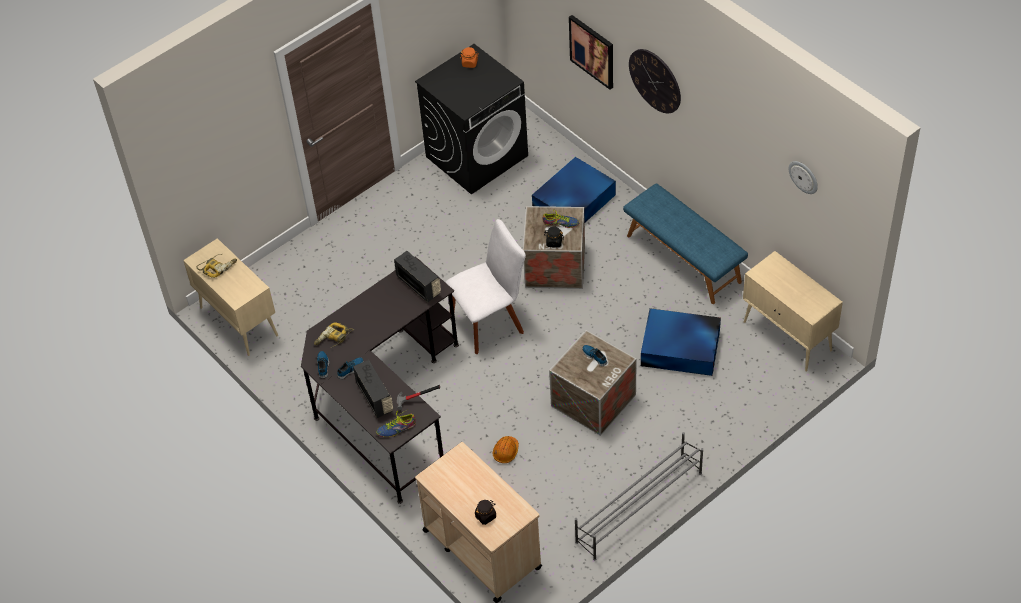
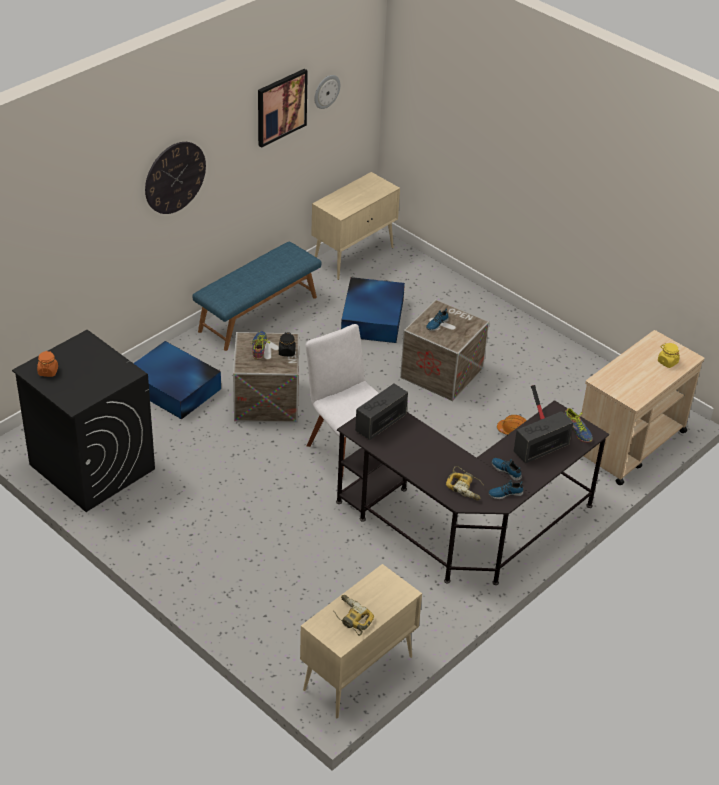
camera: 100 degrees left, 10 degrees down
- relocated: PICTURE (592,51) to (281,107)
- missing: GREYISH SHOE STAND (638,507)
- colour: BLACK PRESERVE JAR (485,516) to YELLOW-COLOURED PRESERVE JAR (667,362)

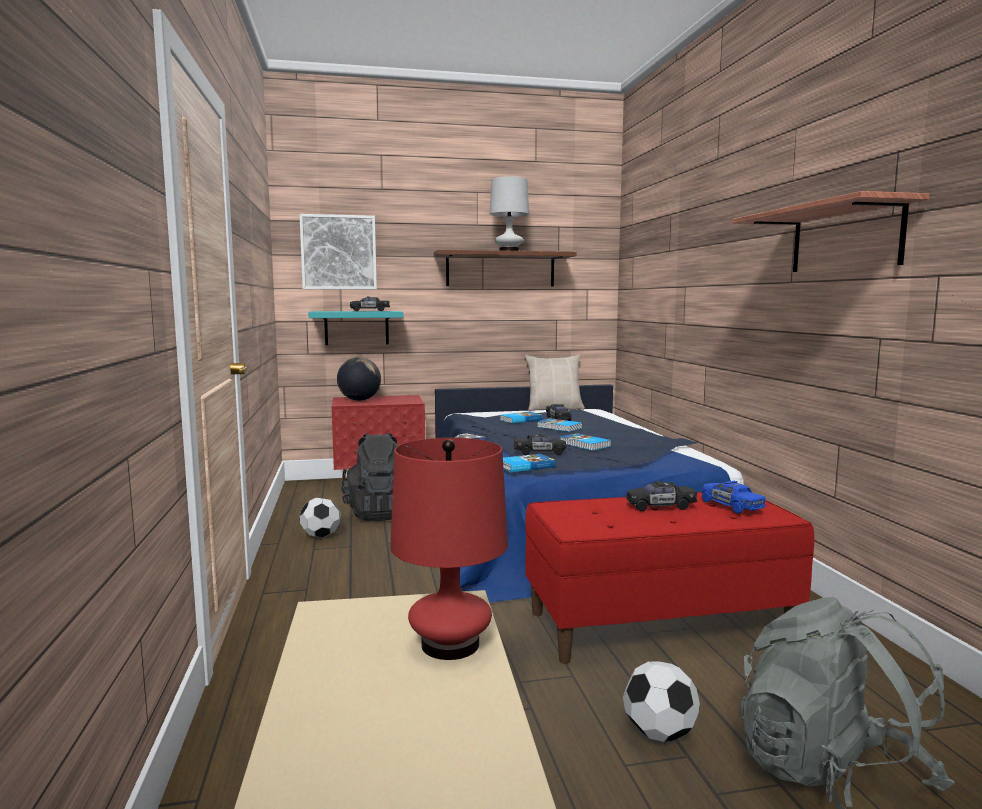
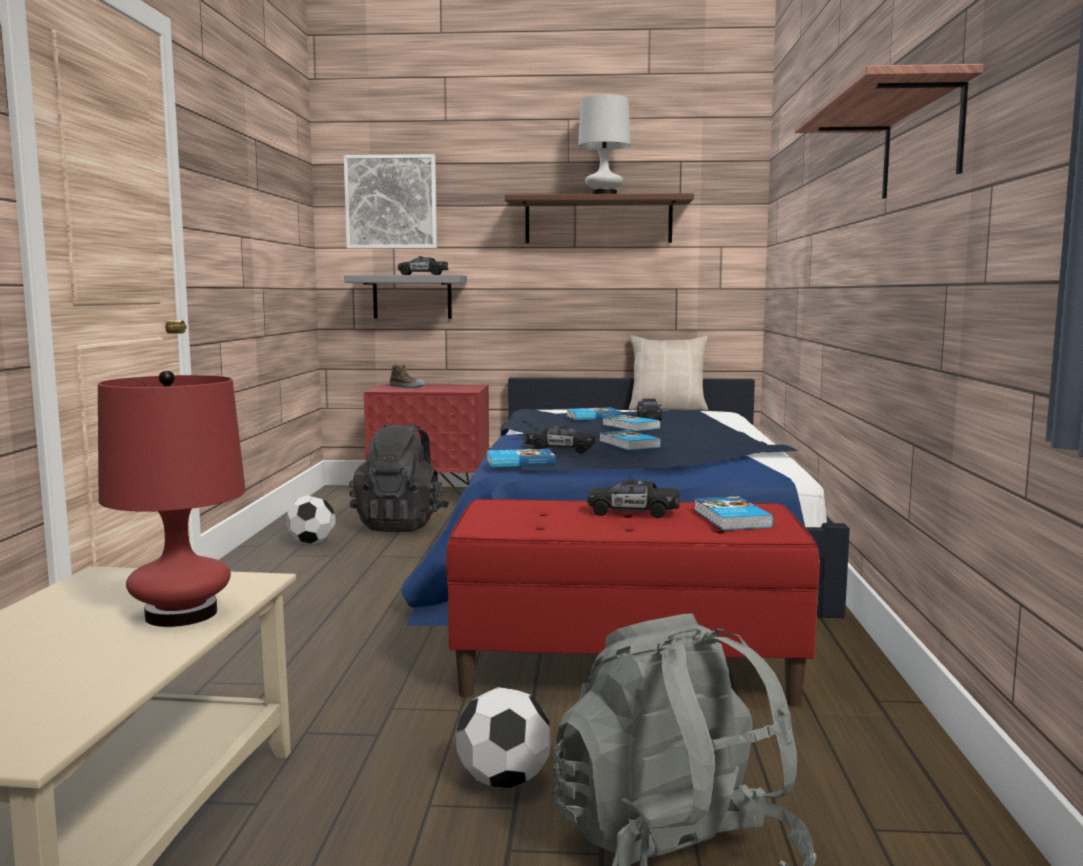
camera: 15 degrees right, 0 degrees up
- colour: TURQUOISE WALL SHELF (356,328) to GREYISH WALL SHELF (412,297)
- exchanged: WORLD GLOBE (359,400) to LOW SHOE (407,387)
- exchanged: BLUE-COLOURED MINIATURE CAR (731,506) to BOOK (730,518)

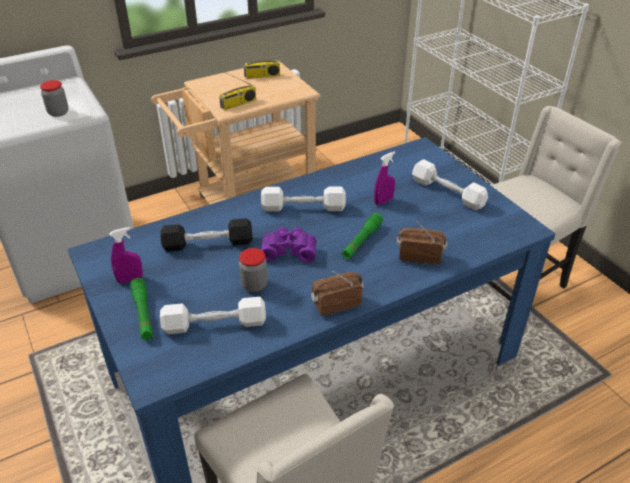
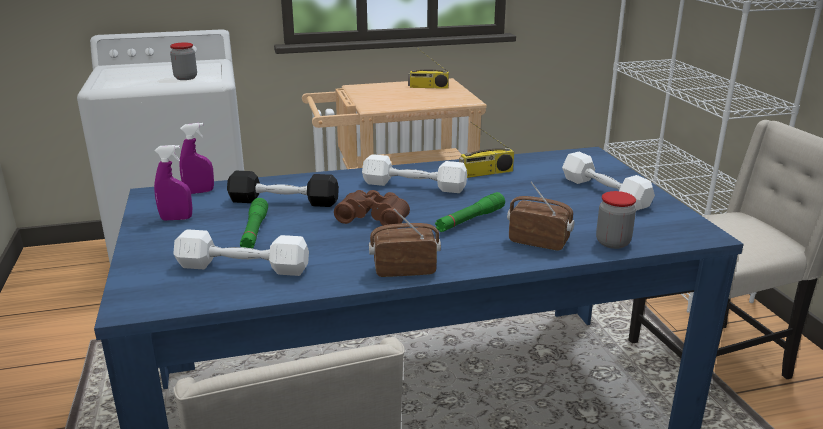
camera: 15 degrees right, 15 degrees down
- relocated: RADIO (238,104) to (485,173)
- relocated: PURPLE SPRAYER (383,201) to (199,192)
- colour: PURPLE BINOCULARS (289,250) to BROWN BINOCULARS (374,217)
- relocated: PRESERVE JAR (254,285) to (612,243)
- relocated: GREEN HAND TORCH (143,314) to (254,232)

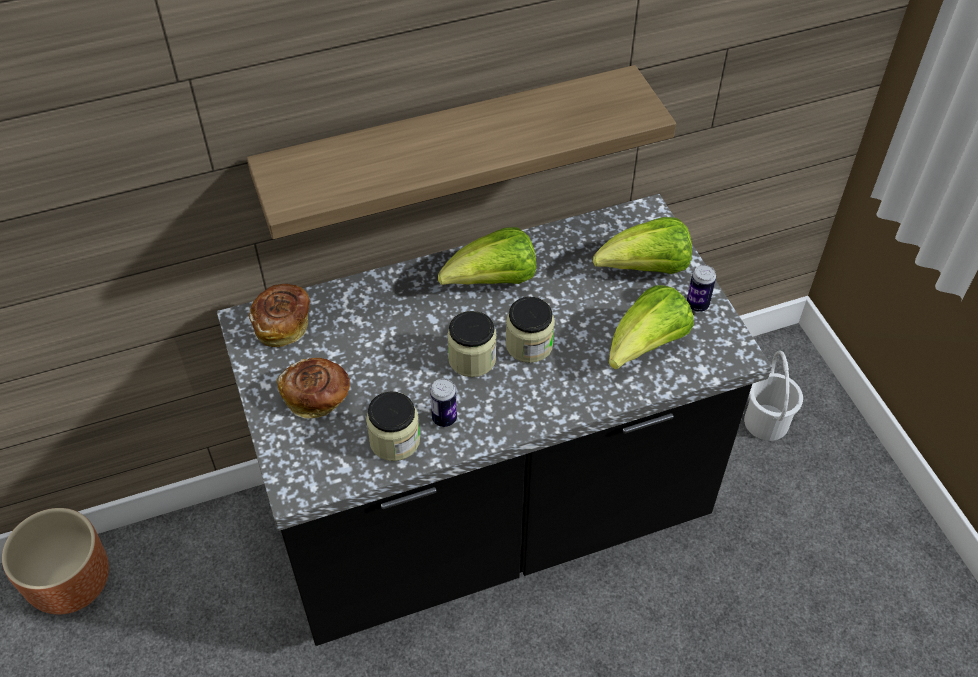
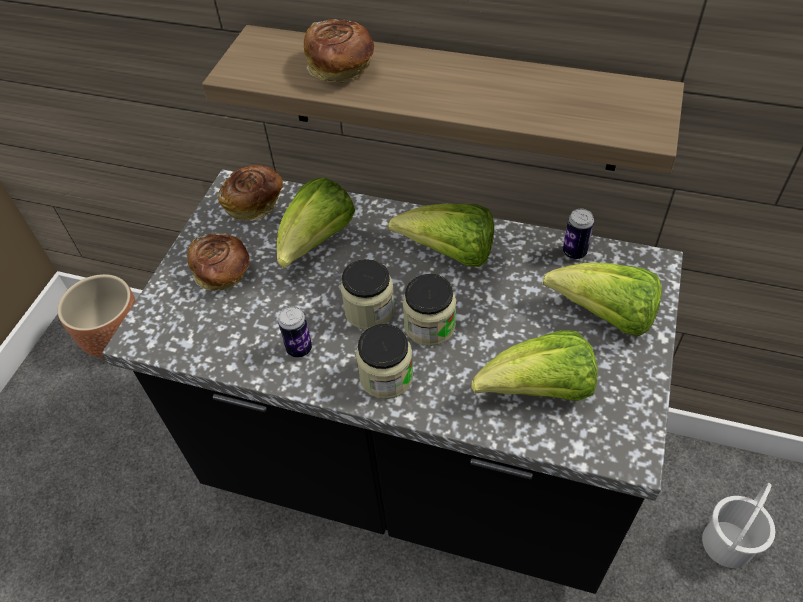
camera: 40 degrees right, 0 degrees up
- relocated: METAL CAN (697,305) to (574,252)
- relocated: PRESERVE JAR (394,440) to (386,377)
- appeared: BAKED BREAD (341,68)
- appeared: LETTUCE (317,242)

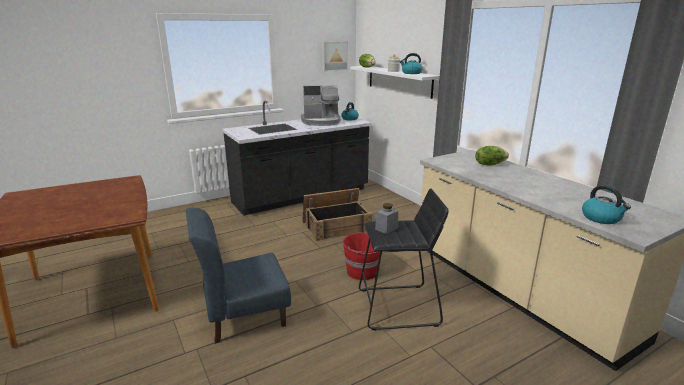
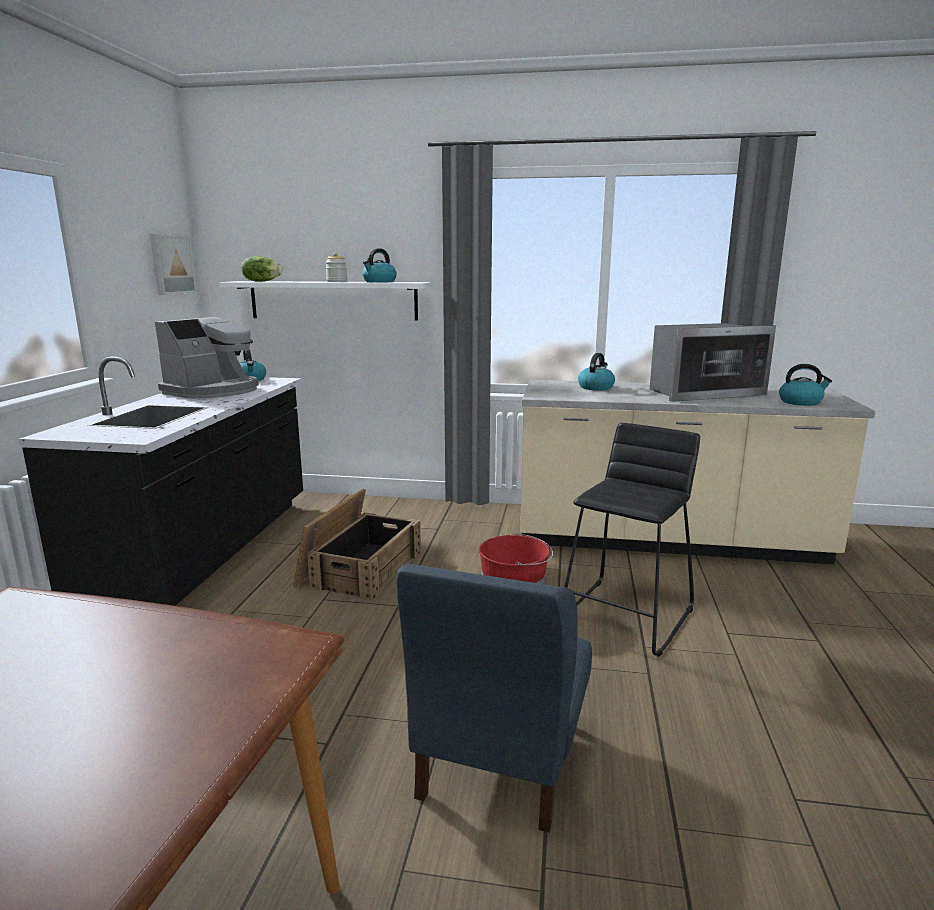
camera: 50 degrees left, 5 degrees down
- exchanged: LETTUCE (489,164) to TEA KETTLE (596,387)
- missing: GREYISH PRESERVE JAR (386,228)
- appeared: MICROWAVE OVEN (702,392)

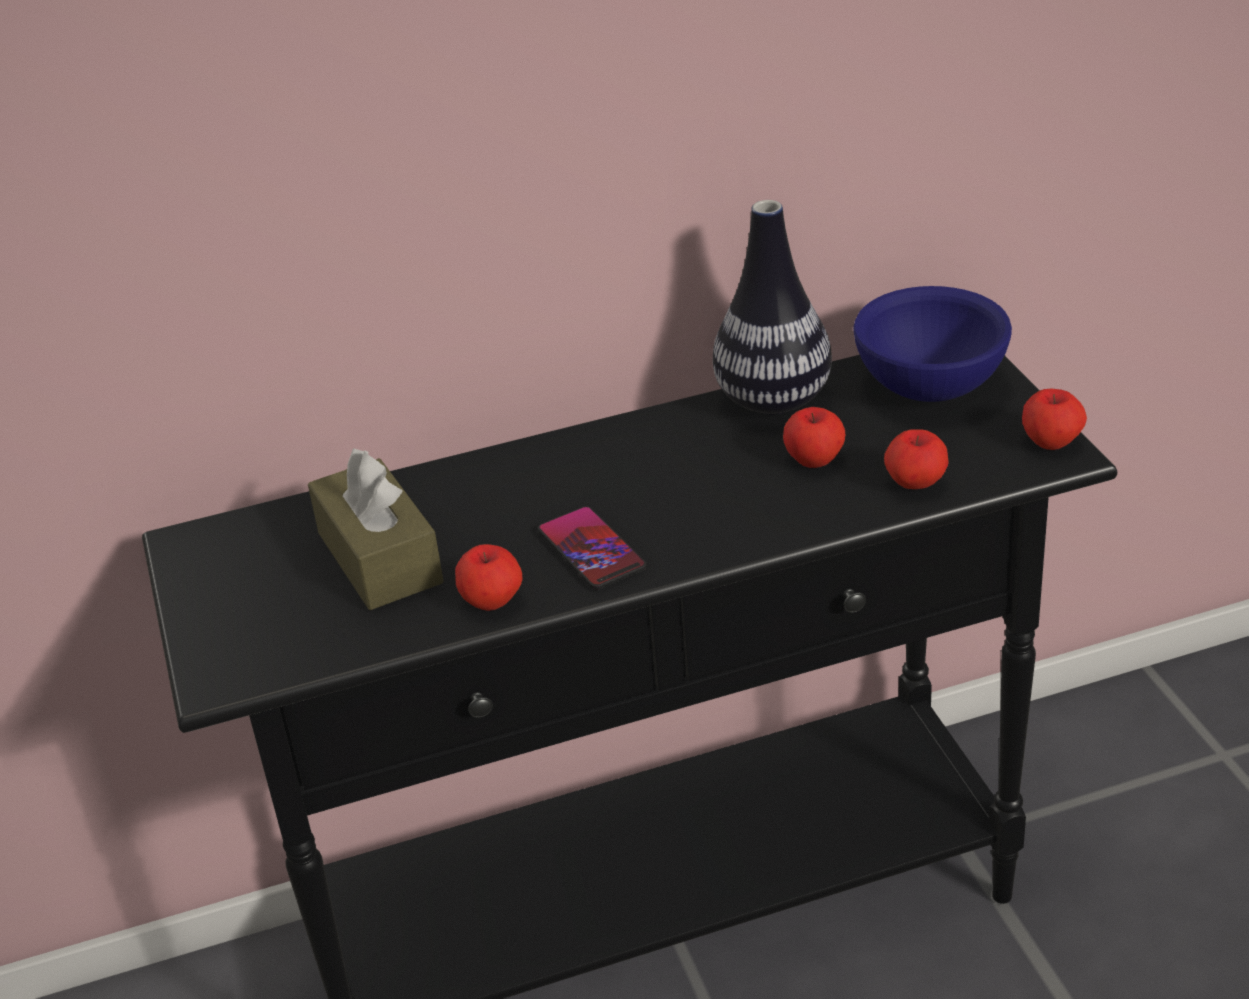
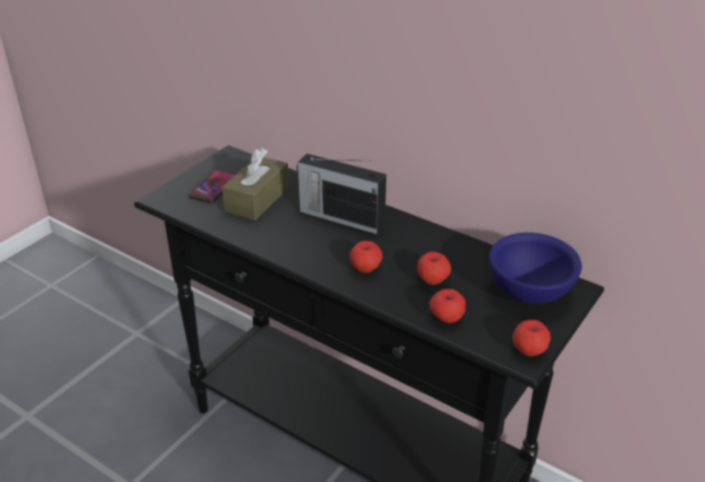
camera: 50 degrees right, 0 degrees up
- missing: VASE (773,401)
- relocated: HANDSET (591,550) to (214,187)
- relocated: APPLE FRUIT (492,601) to (365,269)
- appeared: RADIO (340,217)

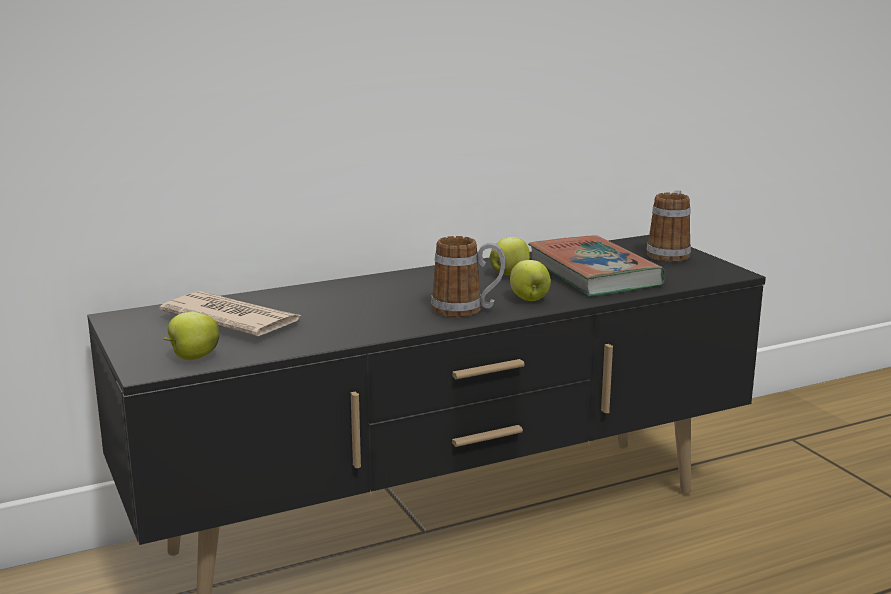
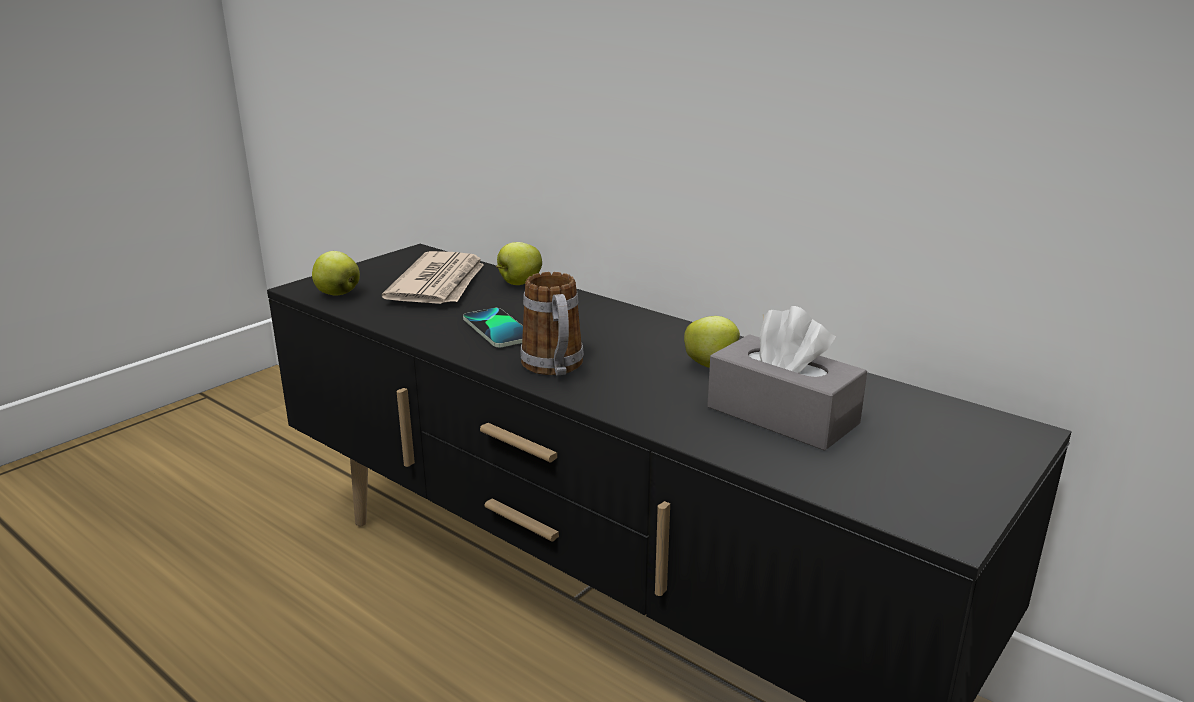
camera: 65 degrees right, 5 degrees up
- missing: TEA MUG (669,253)
- exchanged: BOOK (593,274) to GREYISH TISSUE BOX (782,415)
- relocated: APPLE FRUIT (529,299) to (518,283)
- appeared: HANDSET (497,329)

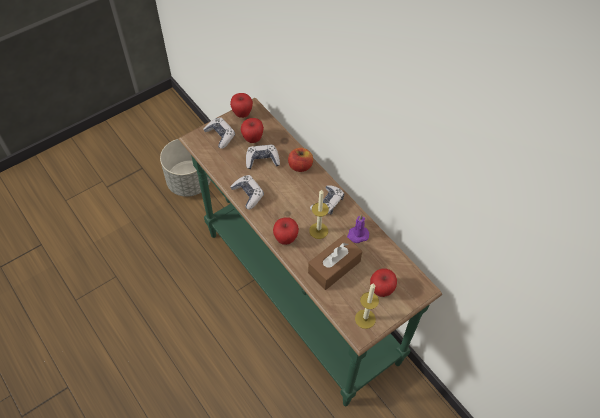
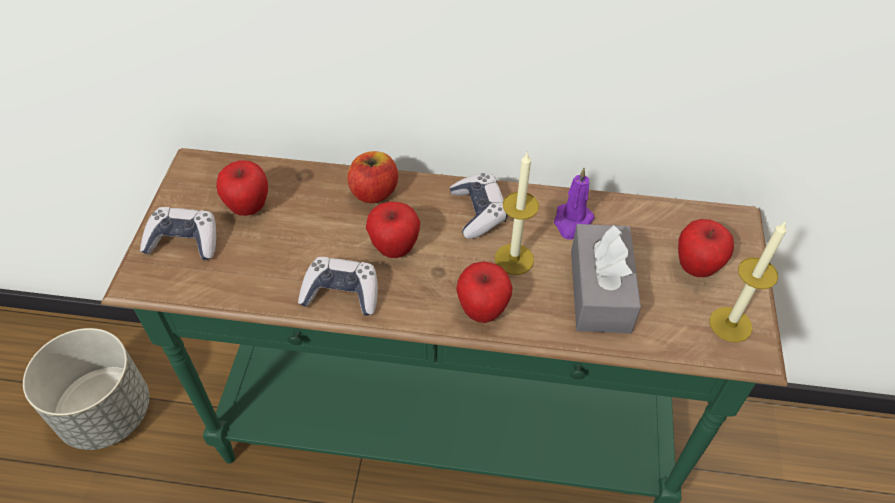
camera: 45 degrees left, 5 degrees down
- relocated: APPLE FRUIT (242,113) to (394,248)
- missing: GAMEPAD (262,160)
- colour: BROWN TISSUE BOX (334,267) to GREYISH TISSUE BOX (600,290)

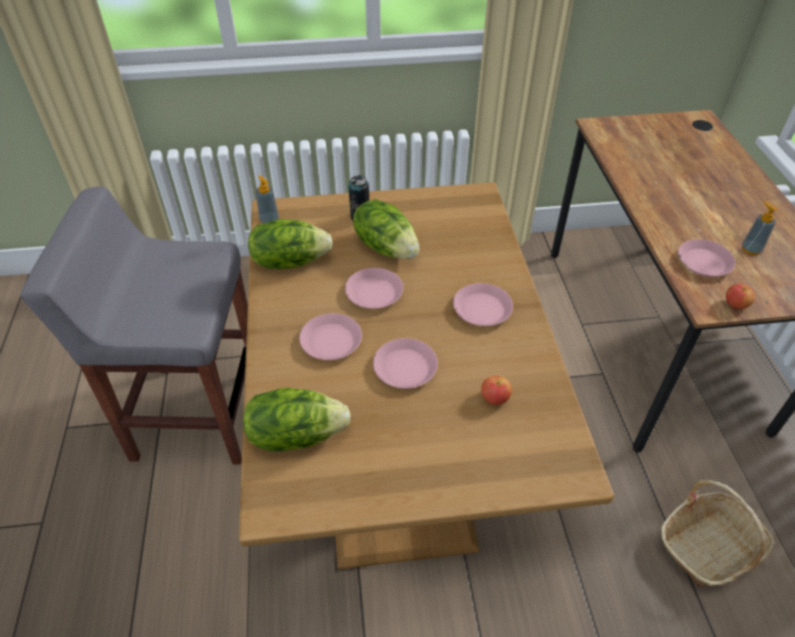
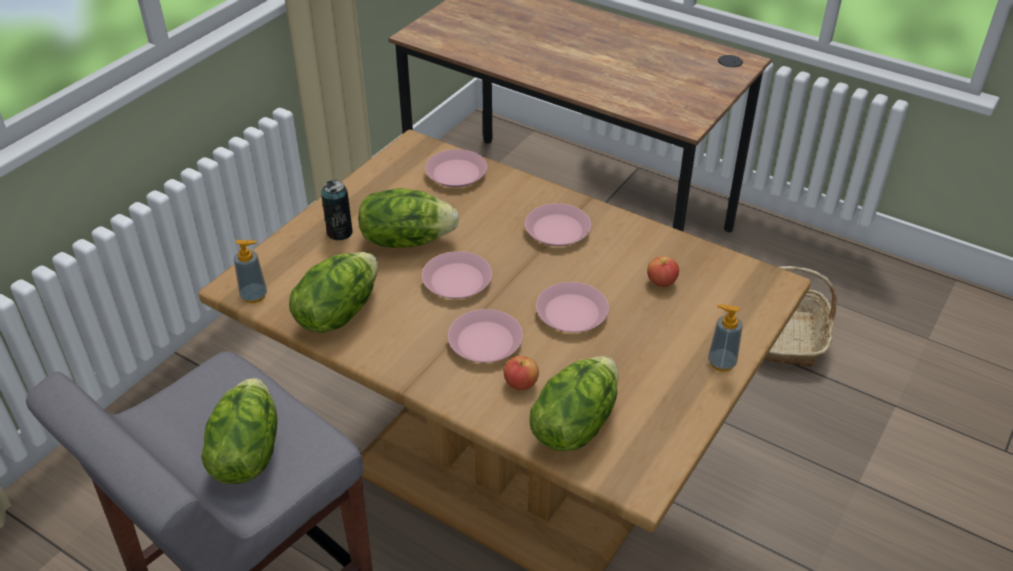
camera: 50 degrees left, 5 degrees down
- relocated: LIQUID SOAP BOTTLE (751,249) to (721,363)
- relocated: PINKISH FLAT DISH (704,262) to (456,173)
- relocated: APPLE FRUIT (735,304) to (521,383)
- appeared: LETTUCE (246,453)

